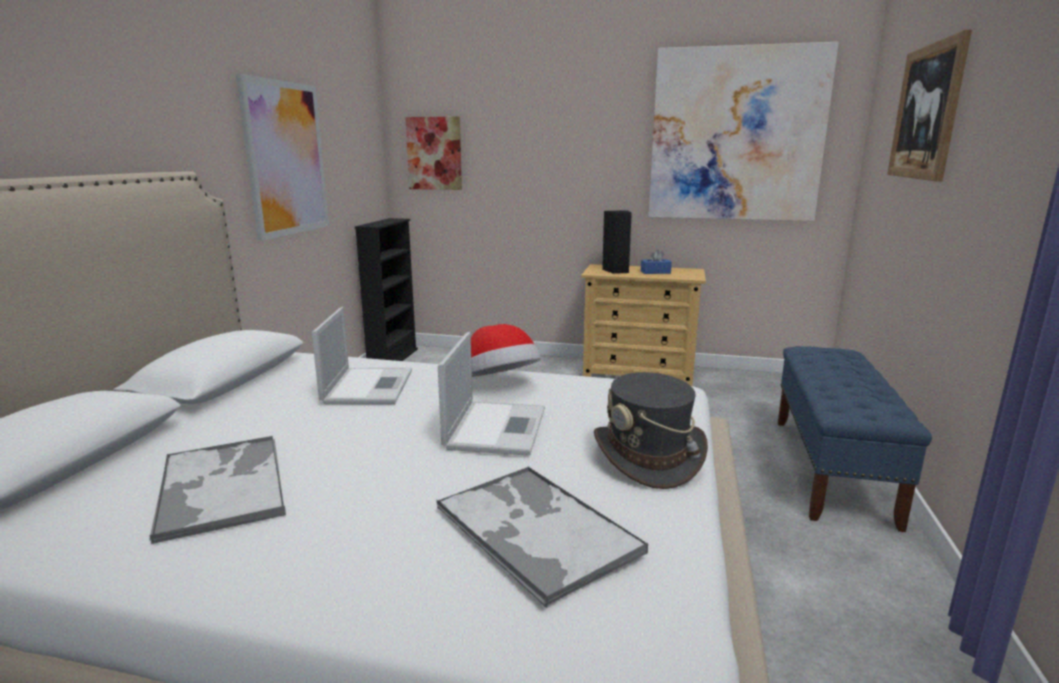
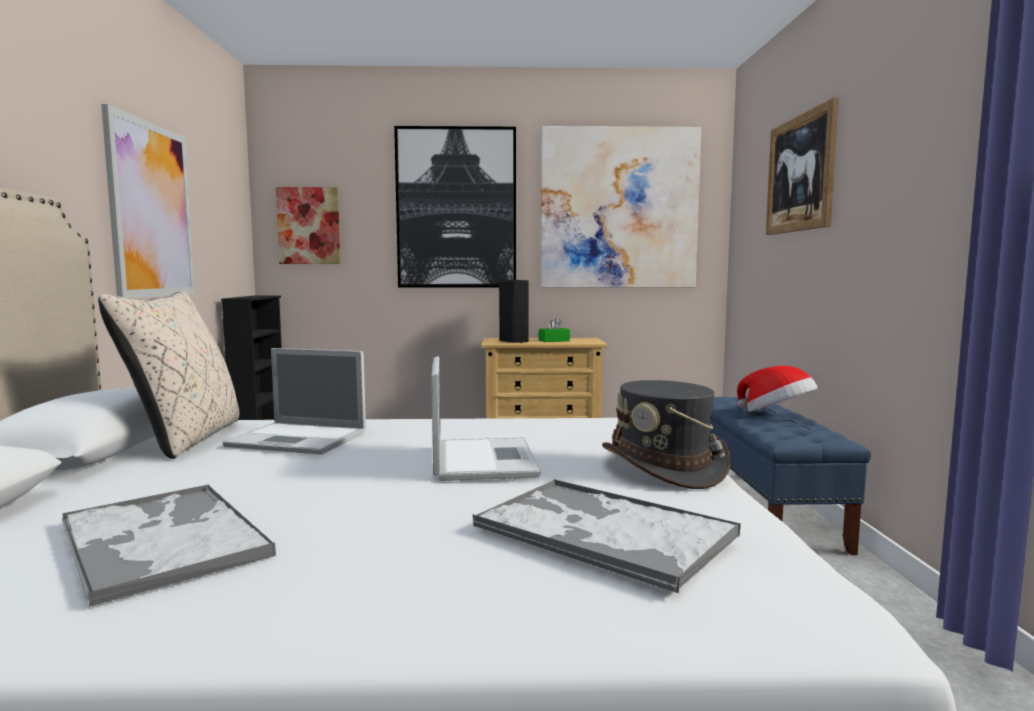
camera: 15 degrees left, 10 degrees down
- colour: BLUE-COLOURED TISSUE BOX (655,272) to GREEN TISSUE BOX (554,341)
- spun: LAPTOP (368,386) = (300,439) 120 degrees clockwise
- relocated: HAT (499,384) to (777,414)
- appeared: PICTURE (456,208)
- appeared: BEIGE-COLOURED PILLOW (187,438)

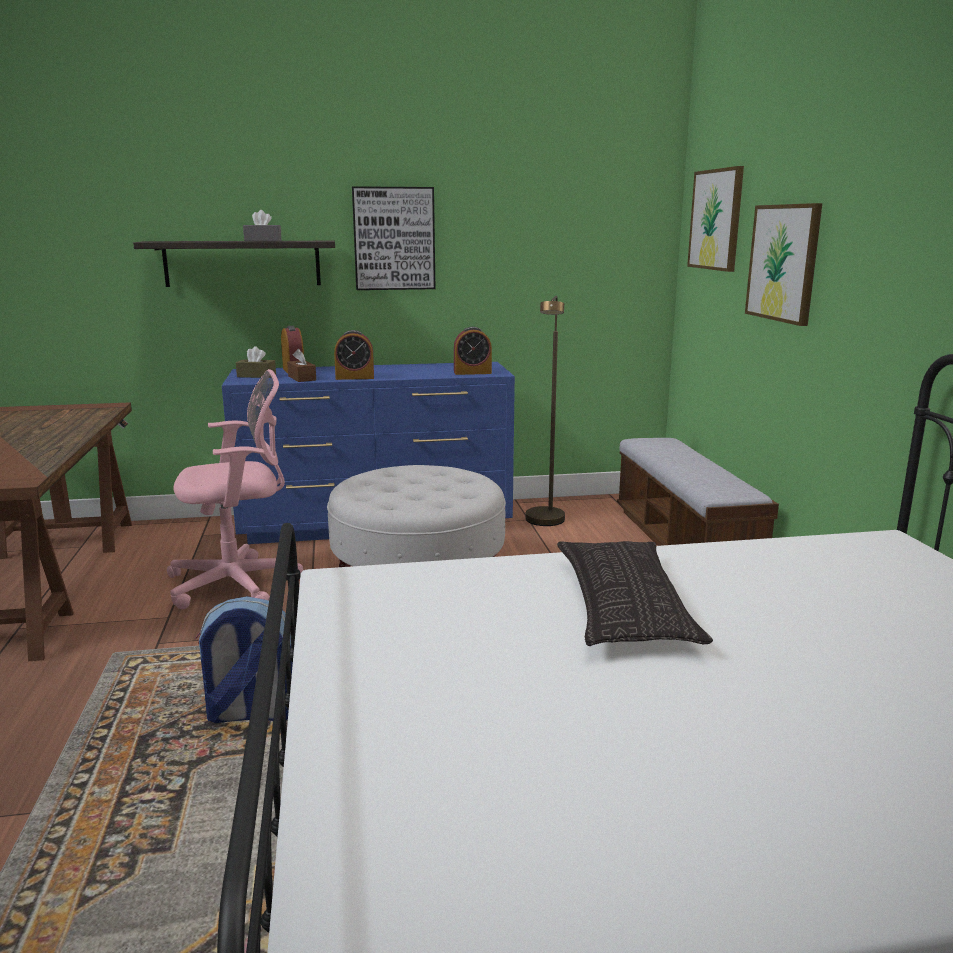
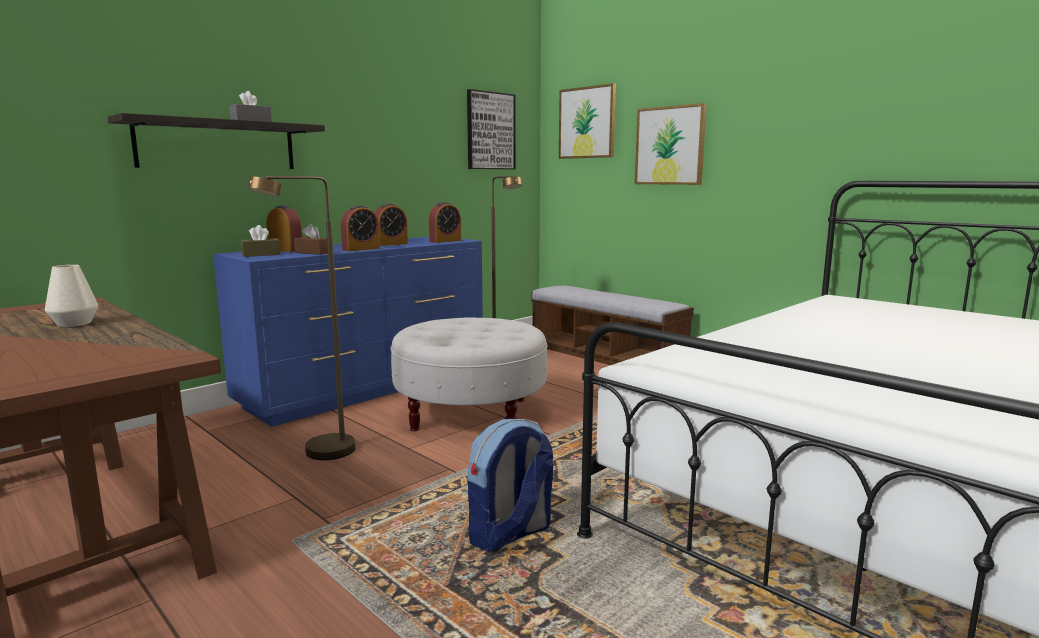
camera: 35 degrees left, 5 degrees down
- relocated: PICTURE (394,239) to (490,131)
- exchanged: PINKISH OFFICE CHAIR (239,583) to BROWN STANDING LAMP (320,455)
- missing: PILLOW (623,605)
- appeared: BEDSIDE CLOCK (390,244)
- appeared: WHITISH VASE (74,323)

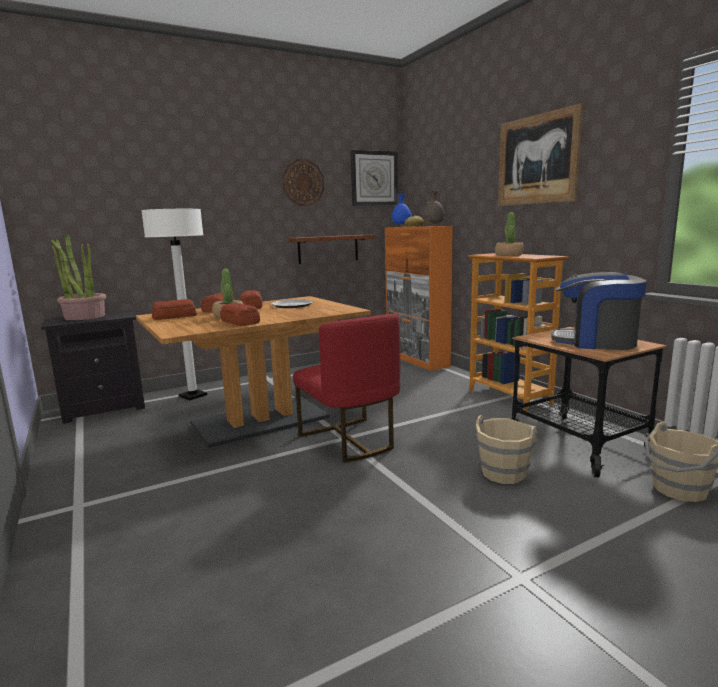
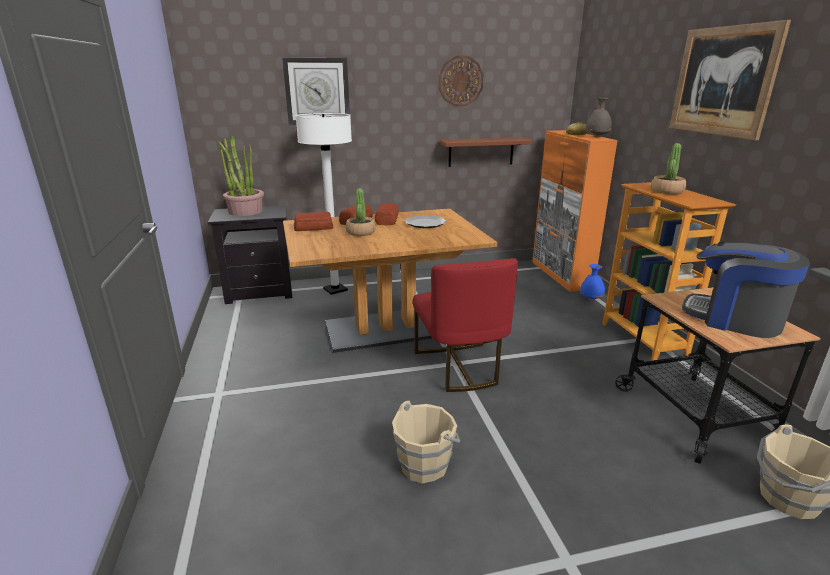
camera: 15 degrees right, 10 degrees up
- relocated: CLOCK ON THE WALL (374,178) to (317,91)
- relocated: BLUE-COLOURED VASE (401,226) to (591,298)
- missing: BAKED BREAD (240,322)
- relocated: BEIGE-COLOURED PAIL (504,472) to (425,464)

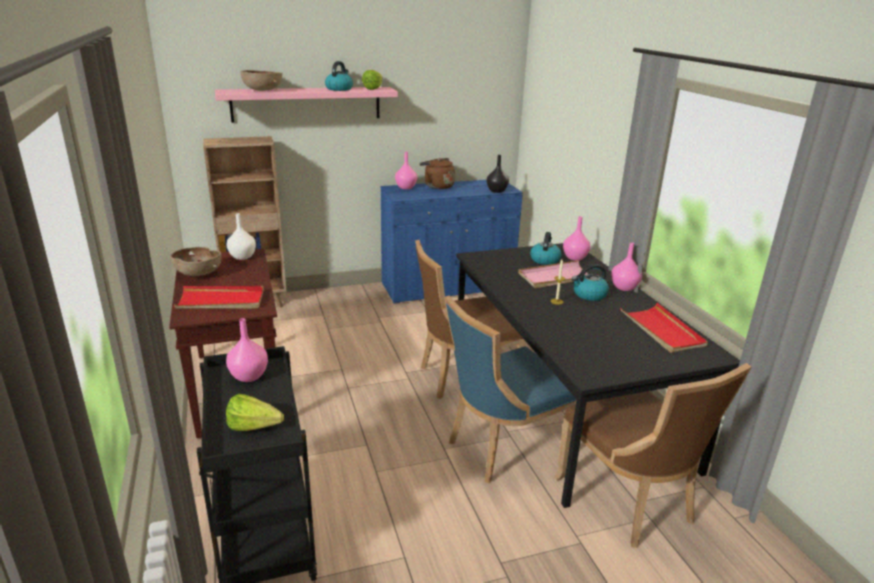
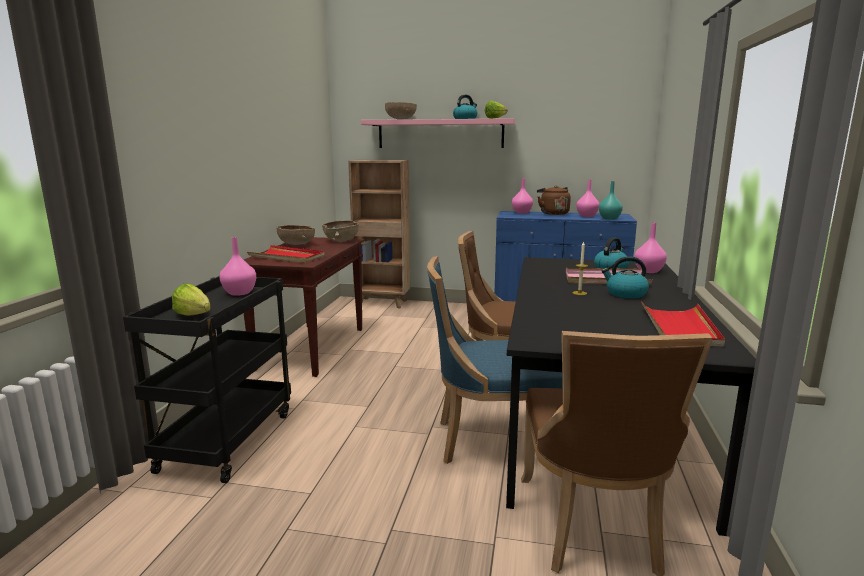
camera: 30 degrees right, 10 degrees down
- colour: BLACK VASE (496,191) to TURQUOISE VASE (609,218)
- exchanged: WHITISH VASE (243,257) to BROWN BOWL (341,240)
- relocated: PINKISH VASE (623,287) to (586,216)

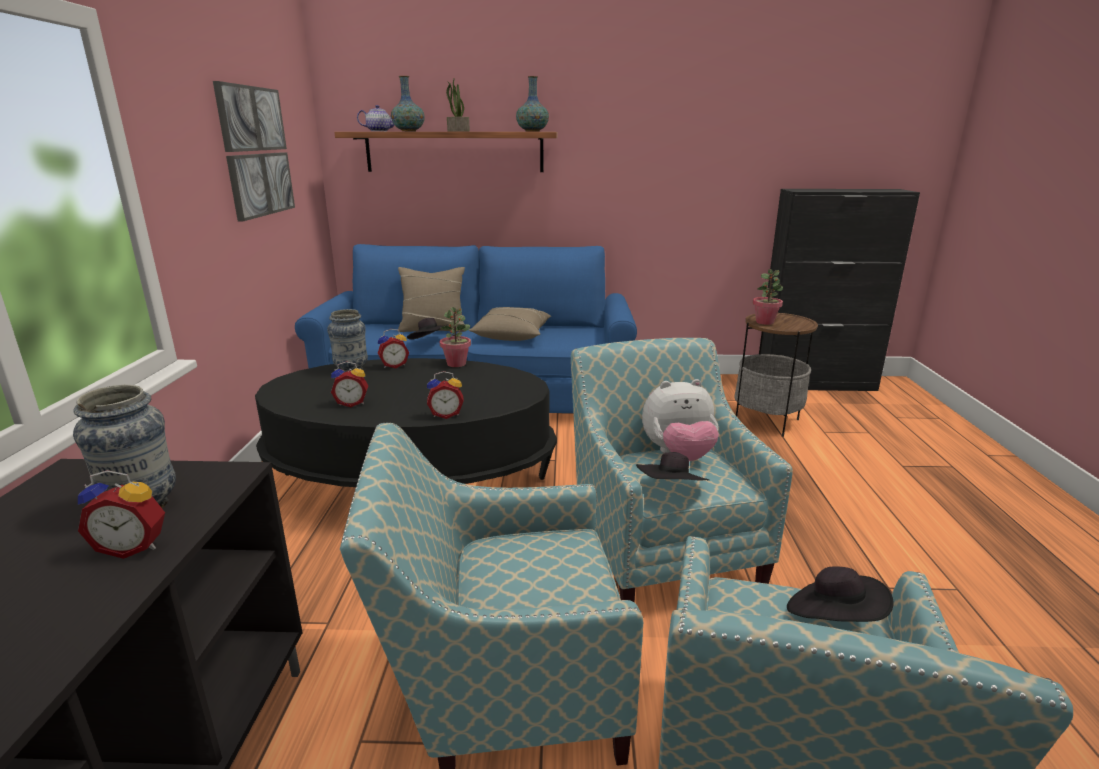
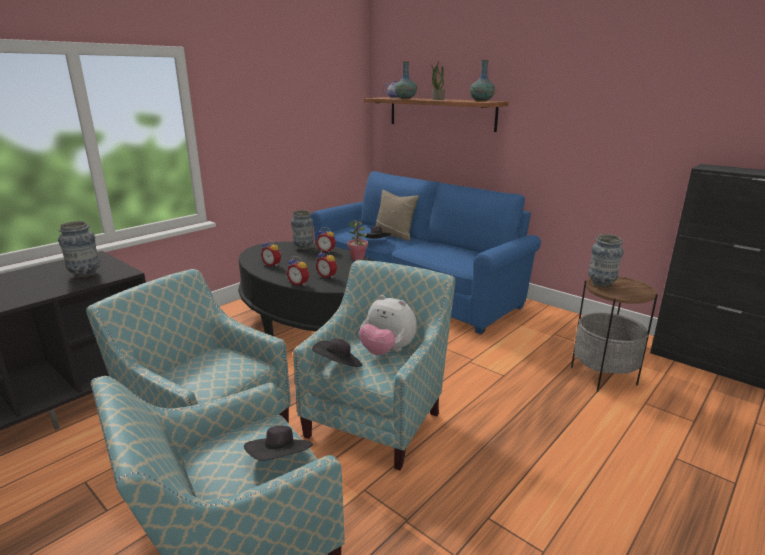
camera: 40 degrees right, 0 degrees up
- missing: PICTURE (256,152)
- exchanged: POTTED PLANT (765,322) to VASE (601,284)
- missing: BEIGE-COLOURED PILLOW (512,335)
- relocated: BEDSIDE CLOCK (134,547) to (327,276)

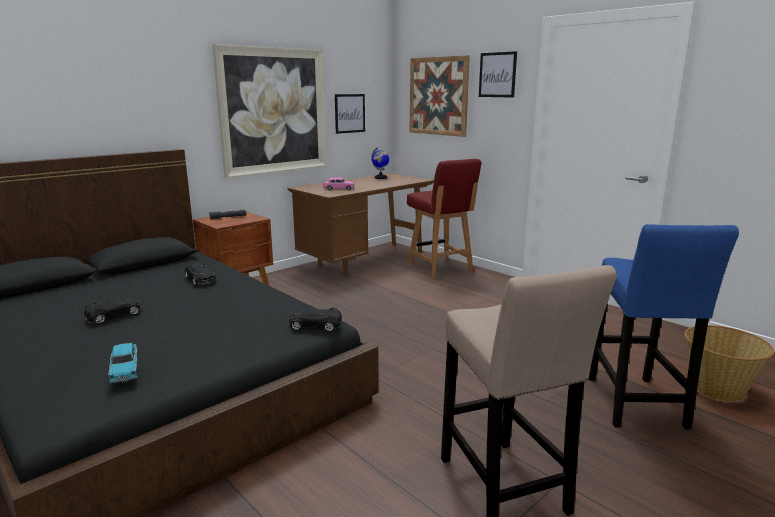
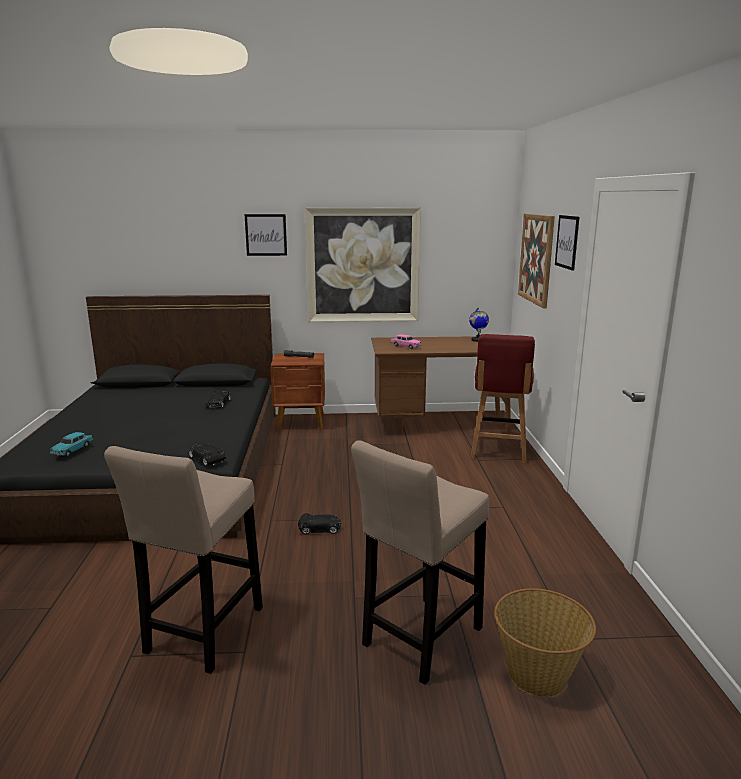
camera: 40 degrees right, 0 degrees up
- relocated: PICTURE (349,113) to (266,235)
- colour: BLUE-COLOURED STOOL SEAT (636,405) to BEIGE-COLOURED STOOL SEAT (419,640)
- relocated: BLACK MINIATURE CAR (114,316) to (320,529)

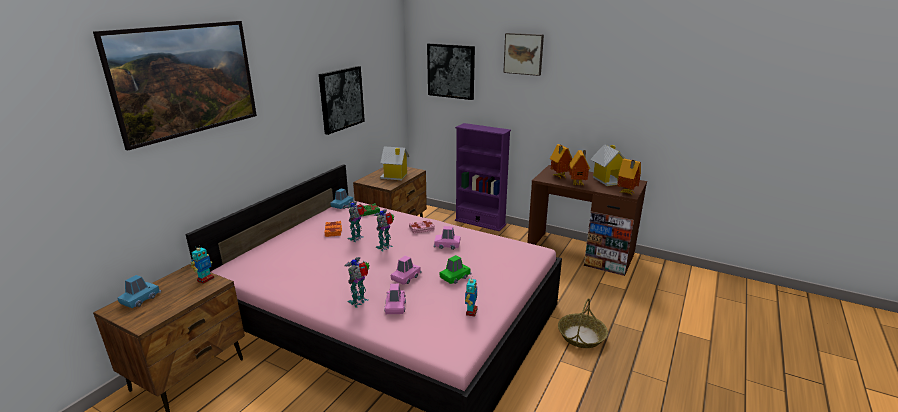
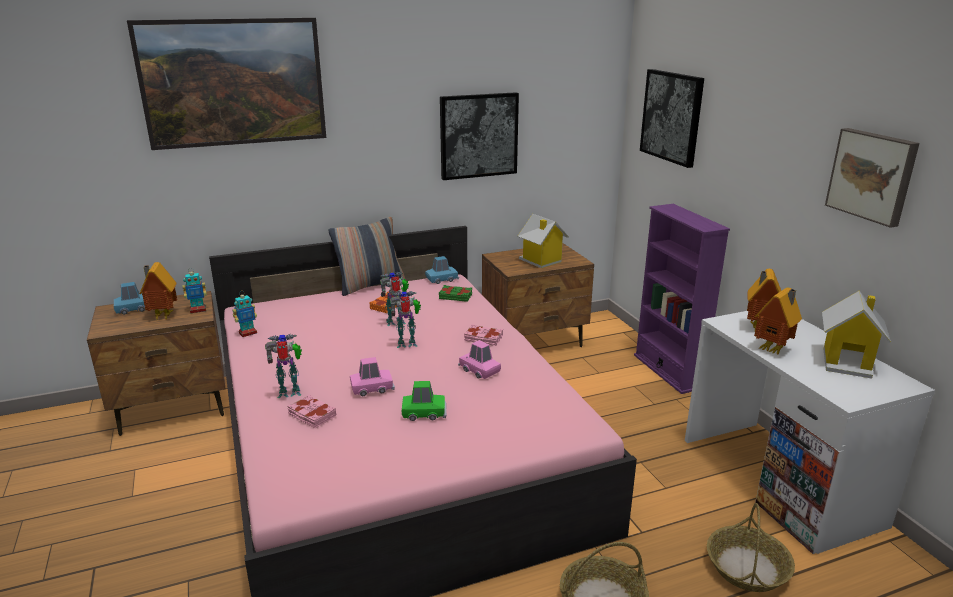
camera: 40 degrees right, 0 degrees up
- relocated: PICTURE (523,54) to (872,175)
- relocated: TOY HOUSE (626,193) to (162,316)
- colour: BROWN DESK UNIT (580,252) to WHITISH DESK UNIT (779,480)
- relocated: MODEL ROBOT (471,311) to (248,333)
- exchanged: PINKISH MINIATURE CAR (395,306) to PINKISH BOOK (311,415)
- appeared: PILLOW (370,285)
- appeared: HOUSEHOLD BASKET (746,567)

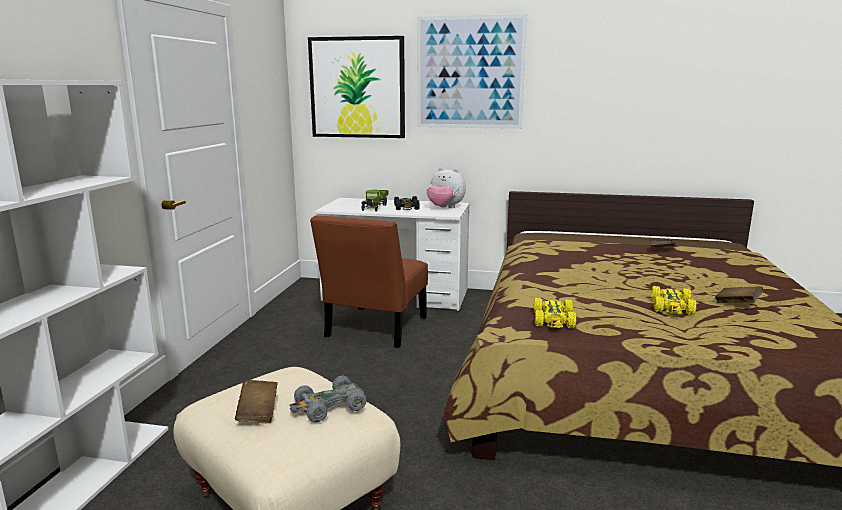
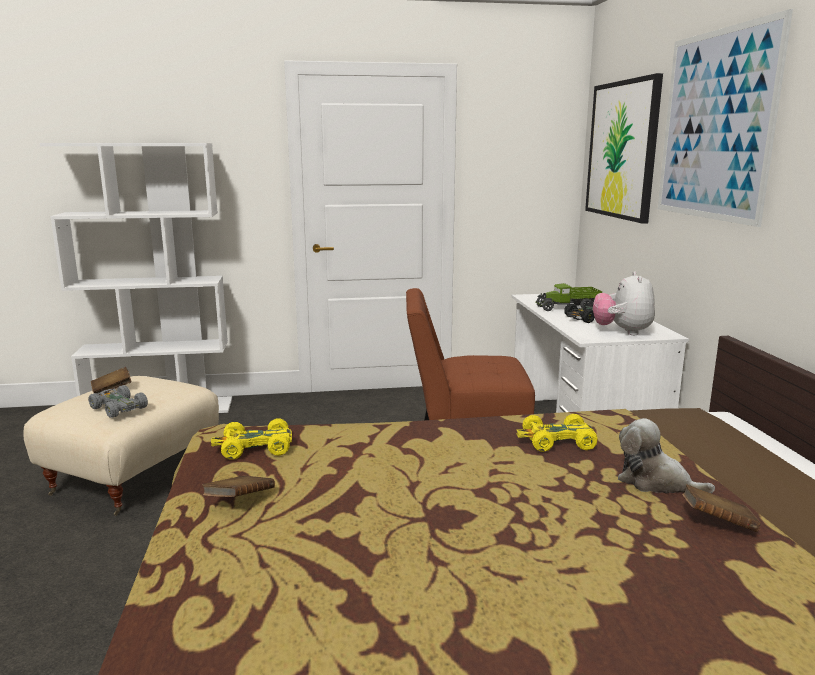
camera: 70 degrees right, 0 degrees up
- relocated: YELLOW-COLOURED MINIATURE CAR (672,307) to (557,441)
- relocated: BROWN BOOK (737,304) to (240,501)
- appeared: CUDDLY TOY (655,482)

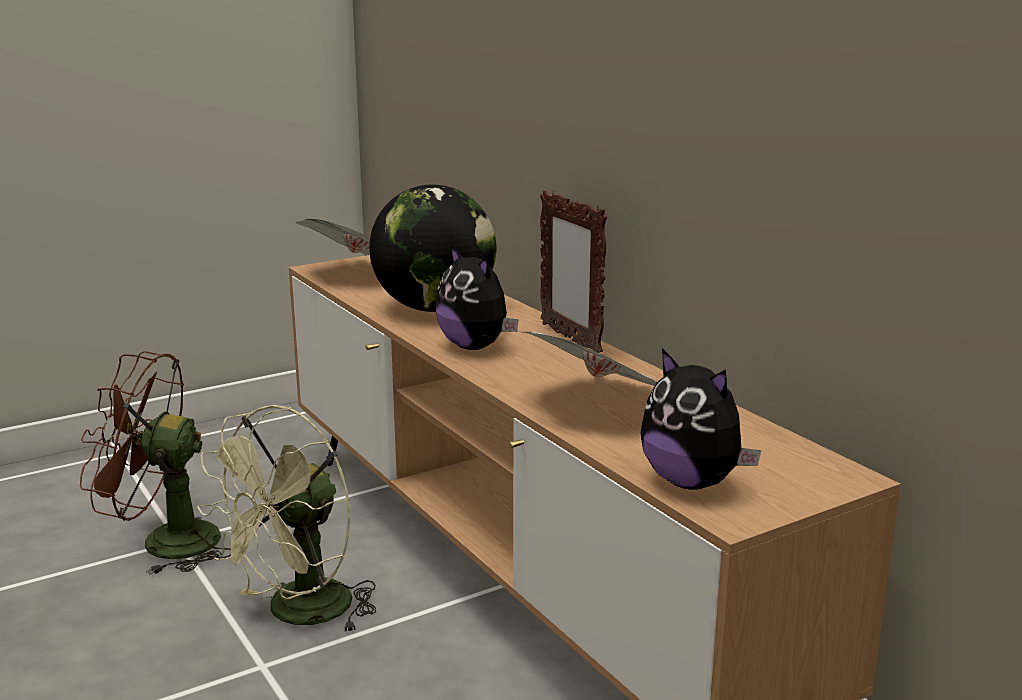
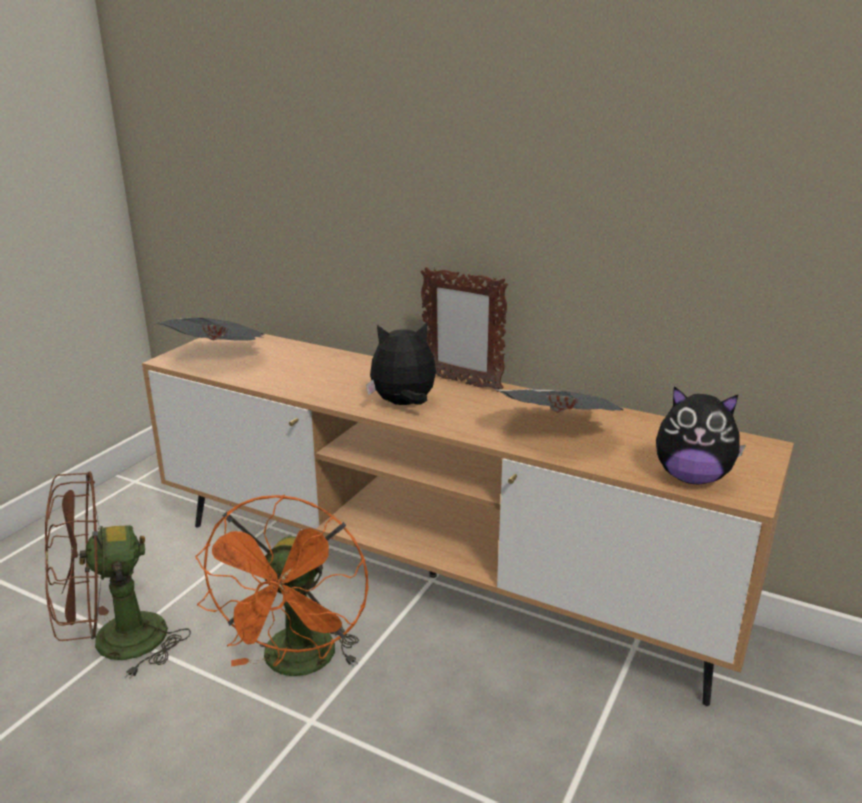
camera: 30 degrees left, 5 degrees up
- missing: WORLD GLOBE (434,308)
- spun: CUDDLY TOY (475,346) = (404,404) 150 degrees clockwise
- colour: GREEN FAN (298,614) to ORANGEY FAN (298,665)

